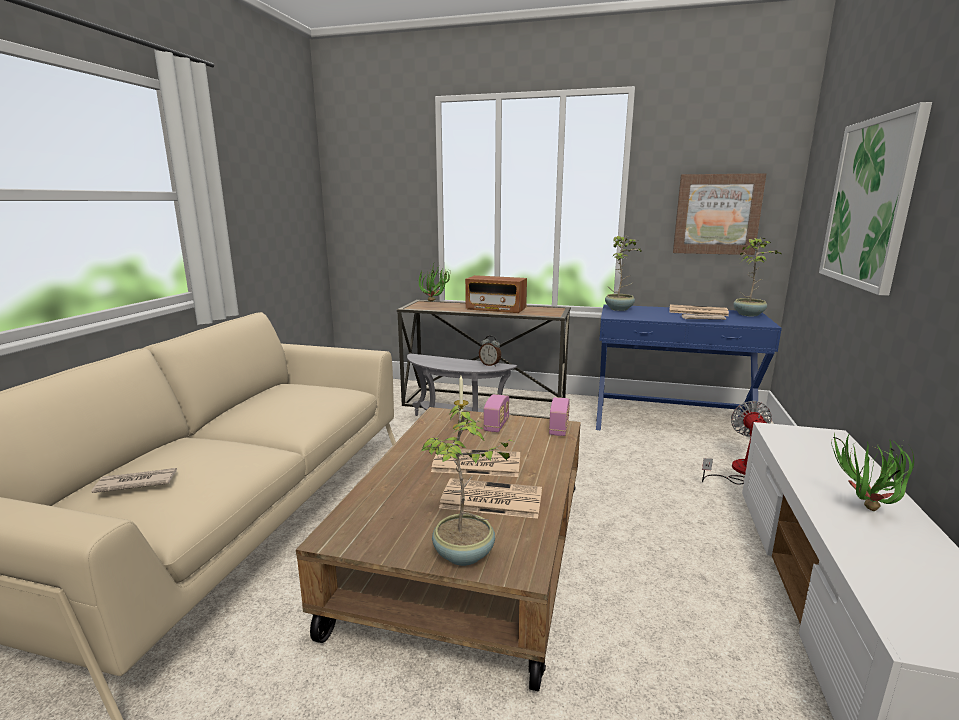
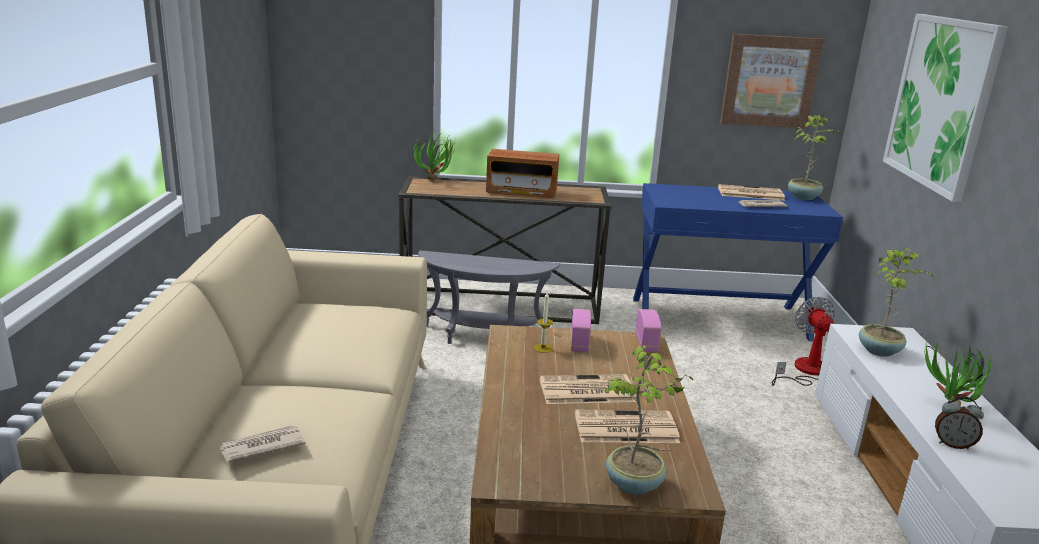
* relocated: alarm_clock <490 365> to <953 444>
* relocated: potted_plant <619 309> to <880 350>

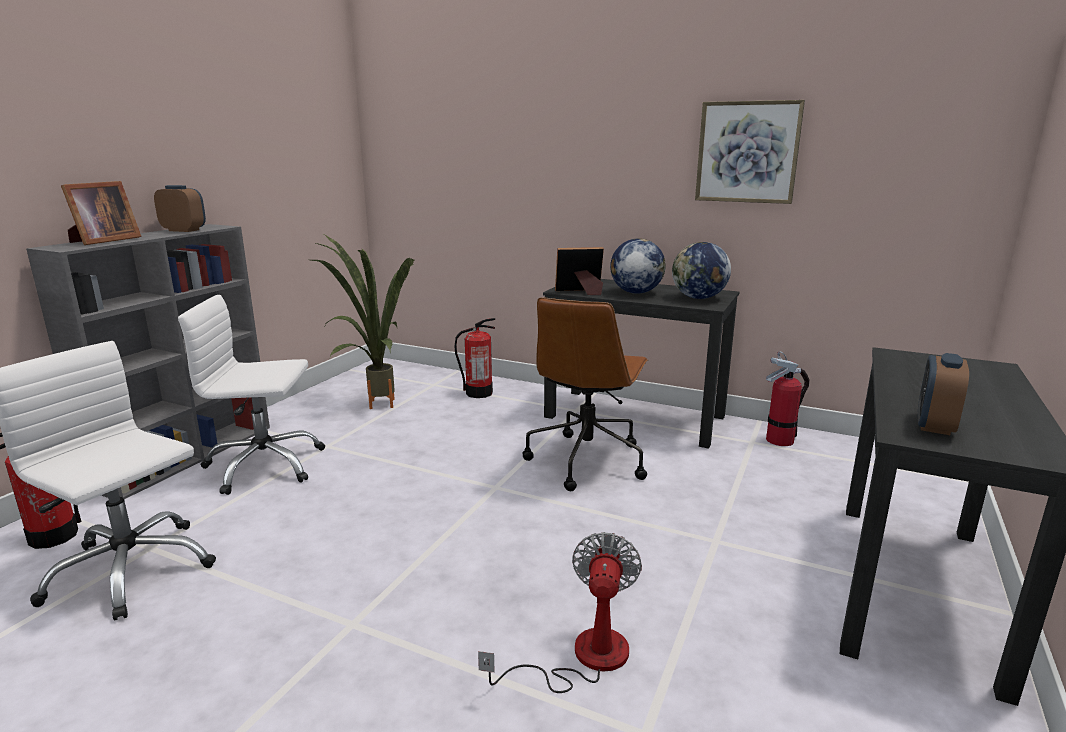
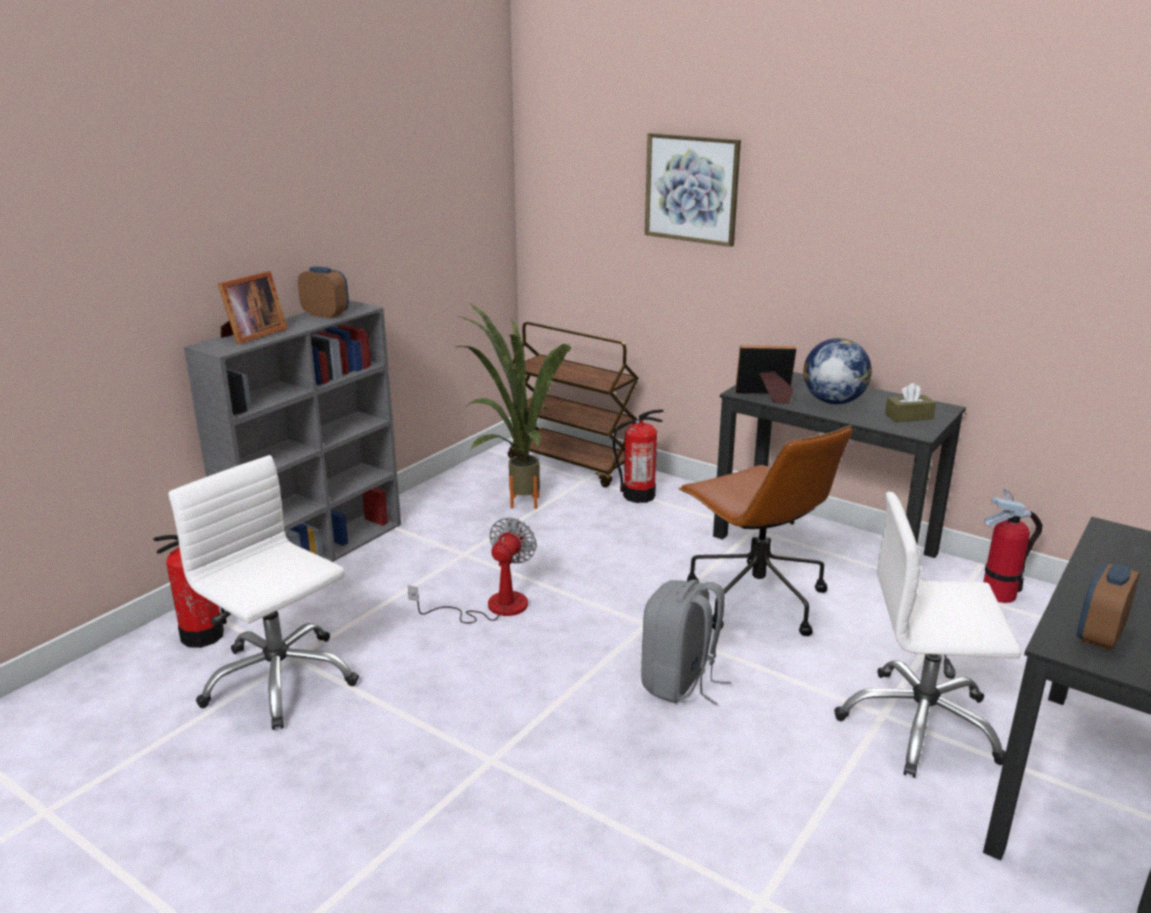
* appeared: brown_cart <573 464>
* appeared: grey_backpack <680 683>
* relocated: white_office_chair <264 465> to <920 725>
* relocated: fan <583 658> to <492 607>
* relocated: picture <747 152> to <692 189>
* exchanged: globe <698 298> to brown_tissue_box <909 416>
* spun: brown_office_chair <586 460> = <755 599> 60 degrees counterclockwise

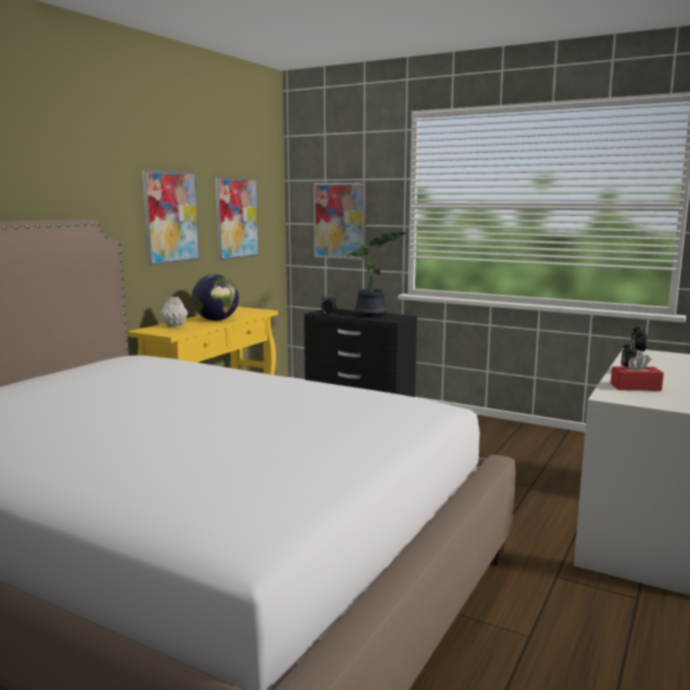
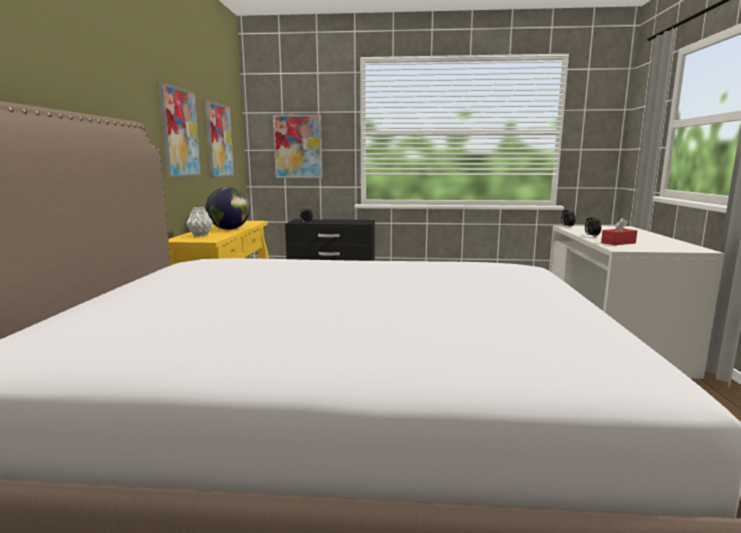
* missing: potted_plant <371 315>

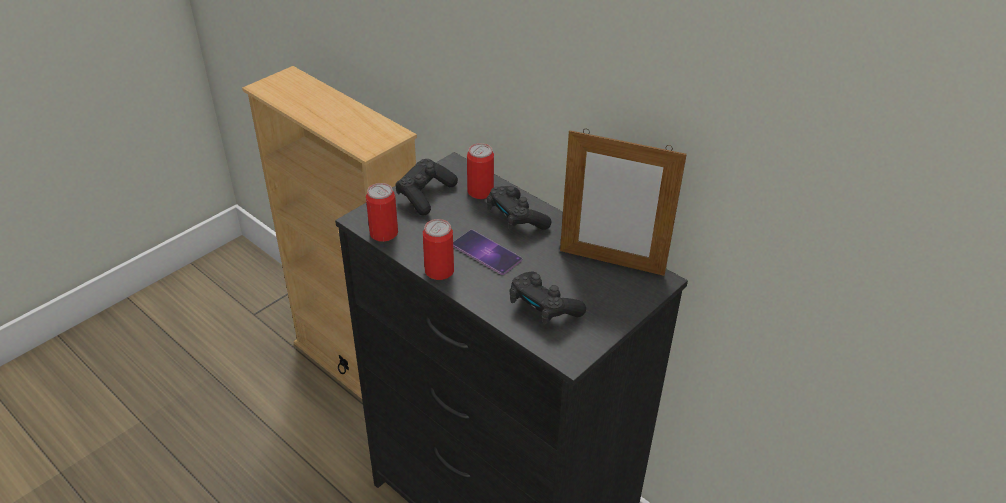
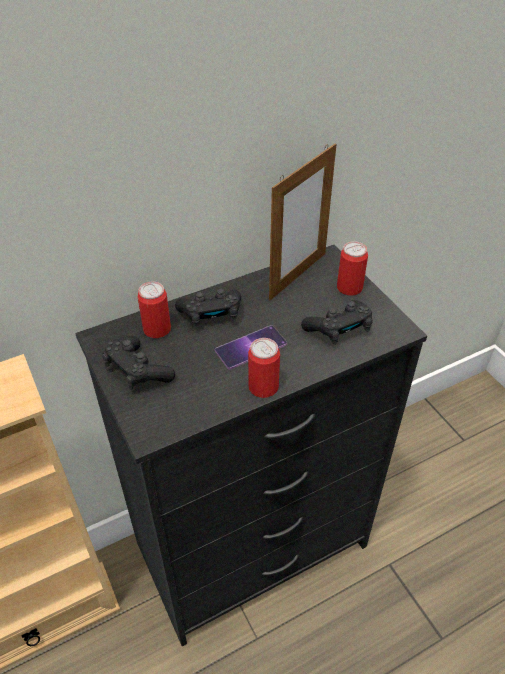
* relocated: can <383 233> to <349 288>

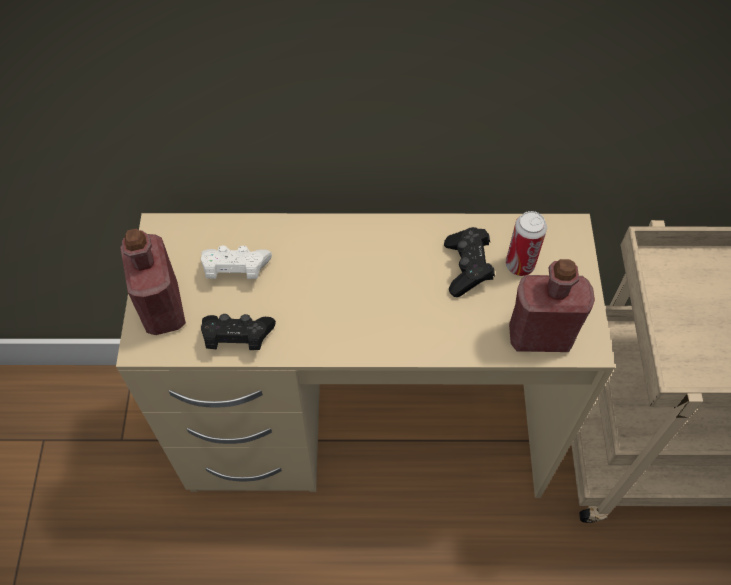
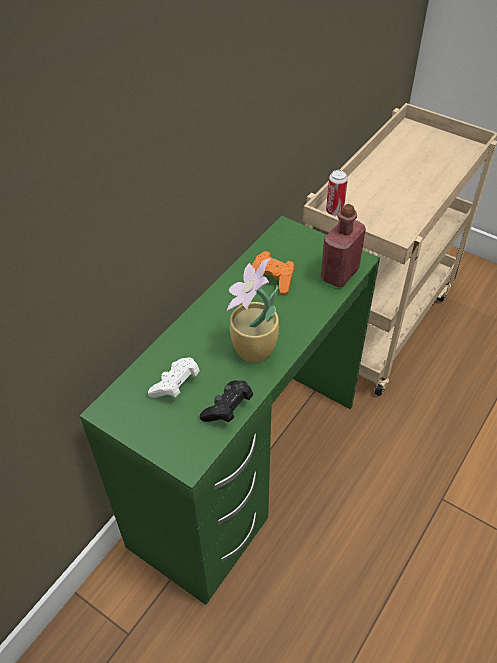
* missing: red_bottle <163 308>
* appeared: potted_plant <253 350>
* relocated: can <519 265> to <334 211>
* colour: beige_desk <366 433> to green_desk <246 470>
* colour: black_game_controller <467 268> to orange_game_controller <272 279>

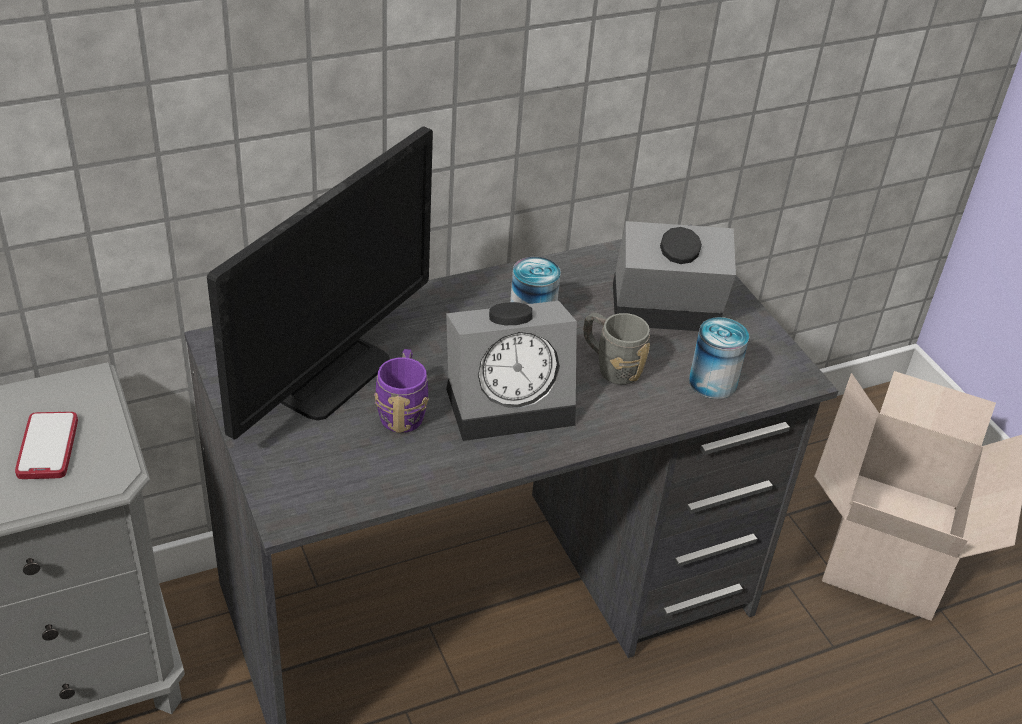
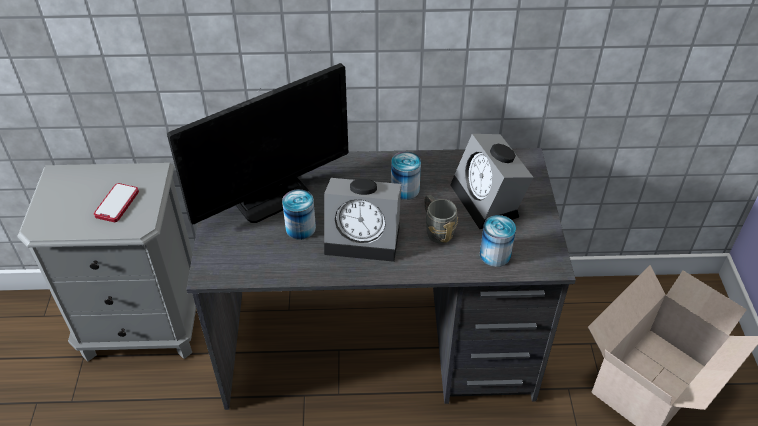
* exchanged: purple_mug <403 410> to can <300 228>
* spun: alarm_clock <661 311> = <489 201> 135 degrees counterclockwise

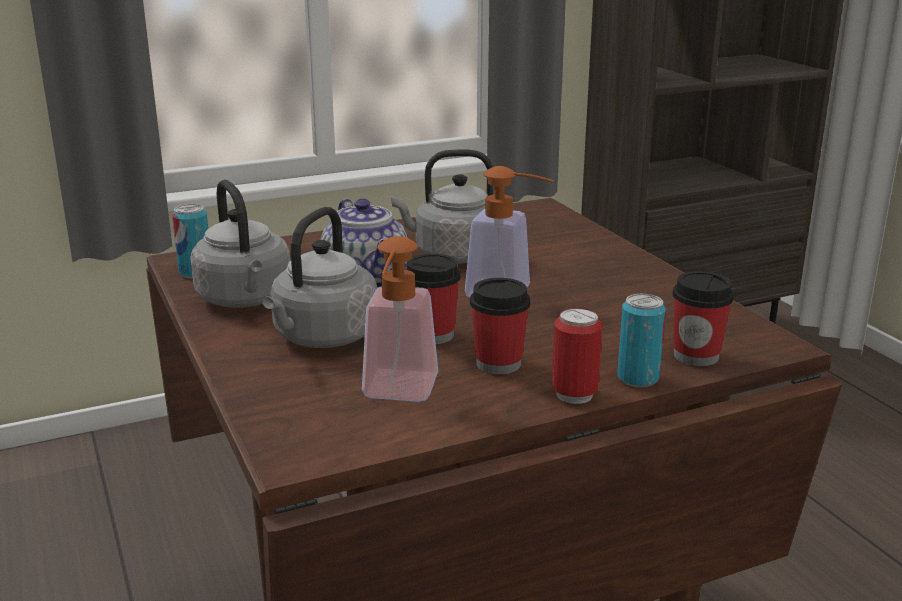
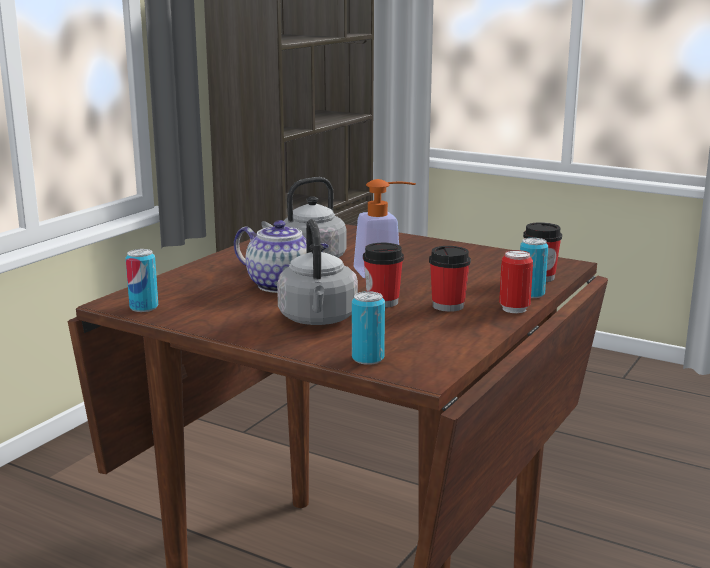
* missing: grey_kettle <245 300>
* missing: soap_dispenser <397 394>
* appeared: can <368 358>

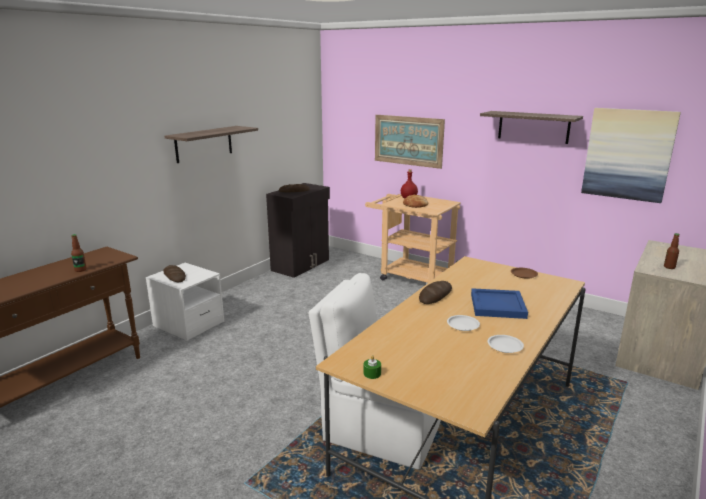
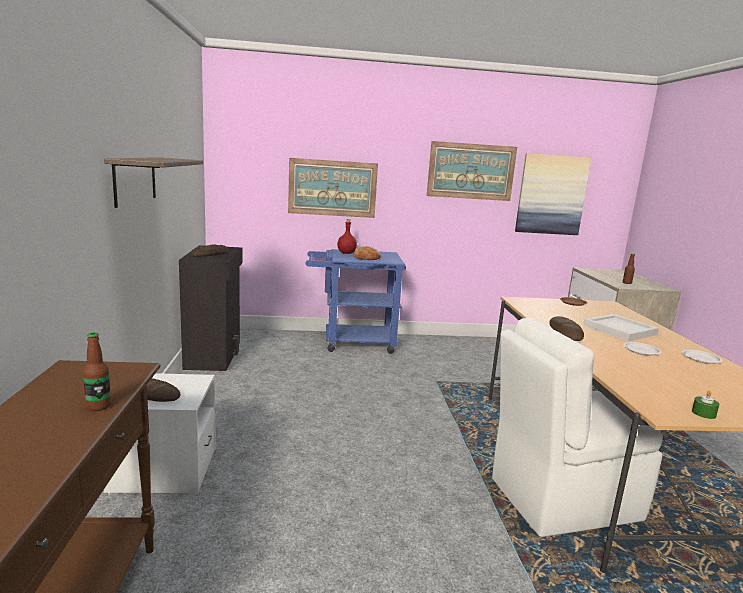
* exchanged: shelf <533 127> to picture <471 171>
* colour: beige_cart <410 276> to blue_cart <352 342>
* colour: blue_tray <496 305> to white_tray <618 330>

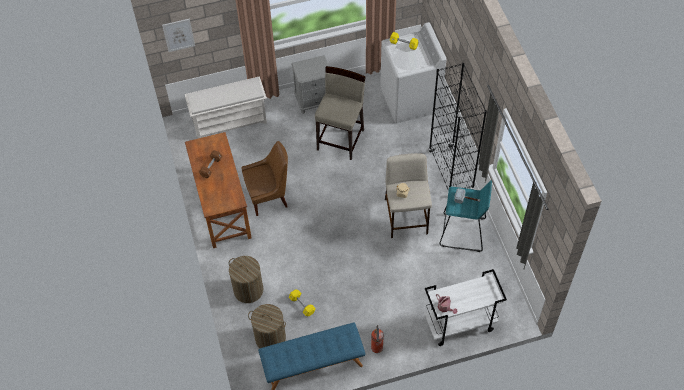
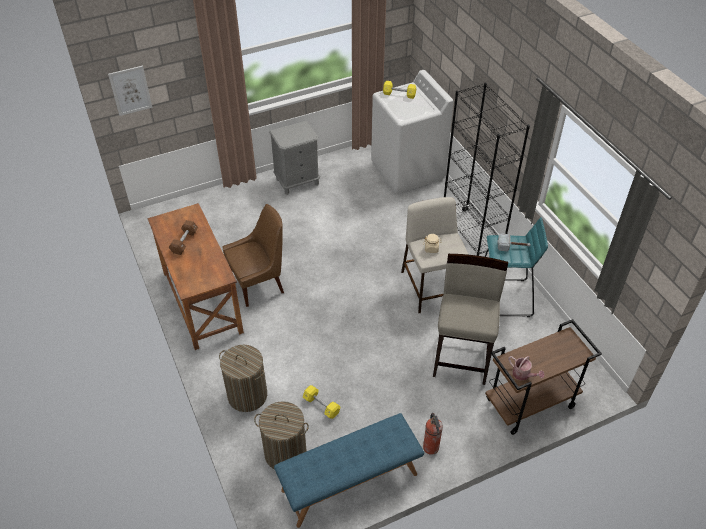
* missing: white_shoe_rack <230 121>
* relocated: beige_stool <341 139> to <462 358>
* colour: white_cart <459 324> to brown_cart <530 404>

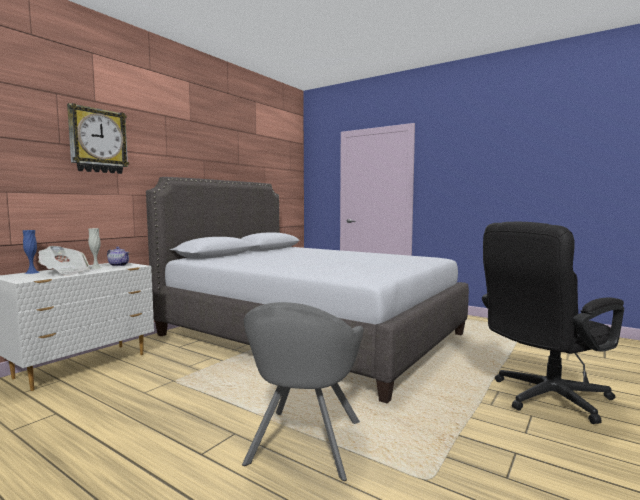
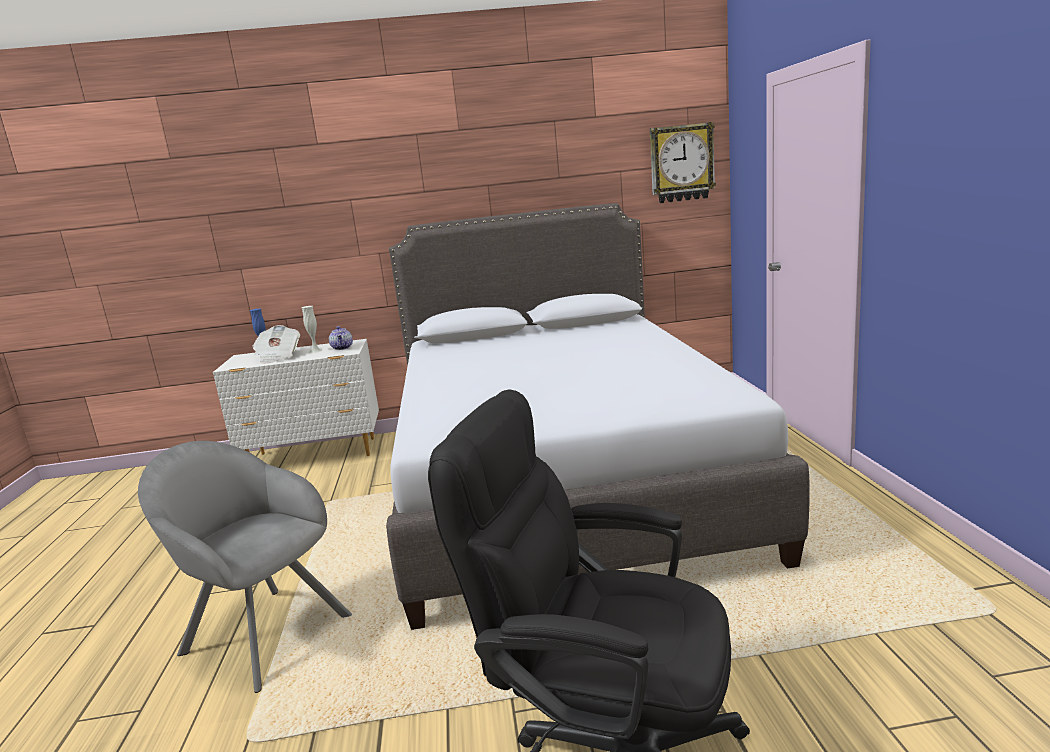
* relocated: wall_clock <98 141> to <681 163>
* spun: grey_armchair <304 446> = <261 632> 60 degrees clockwise

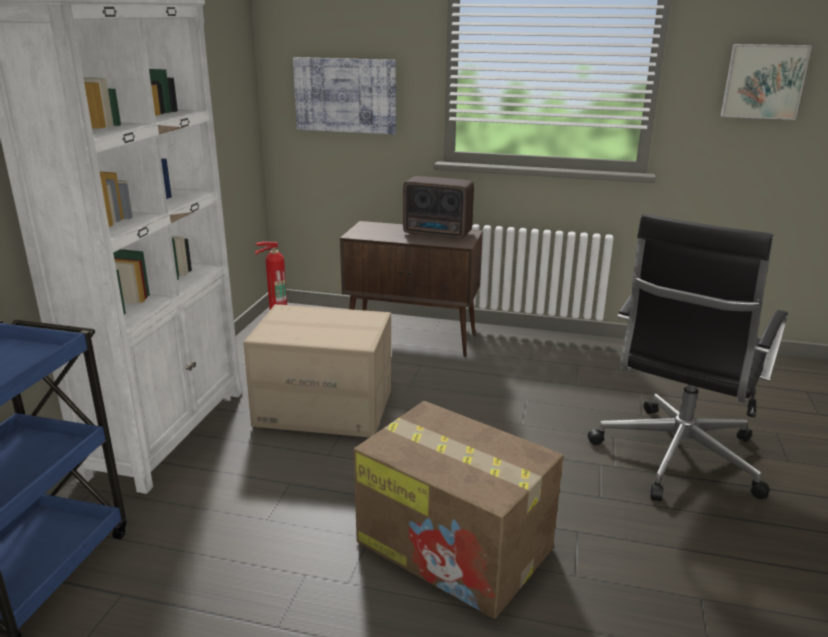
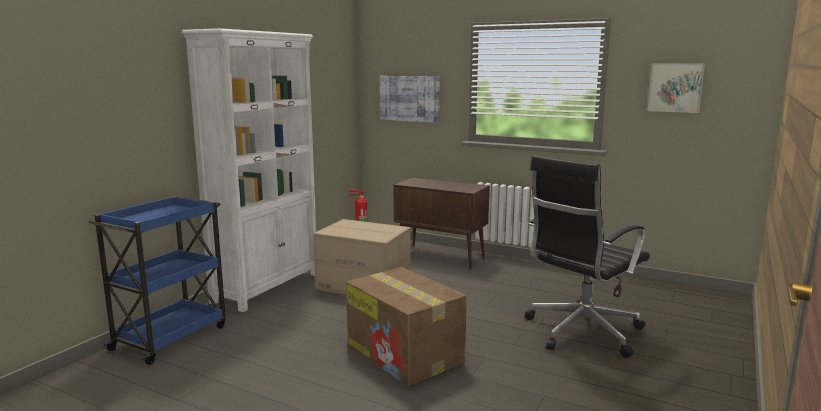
* missing: radio <438 233>

